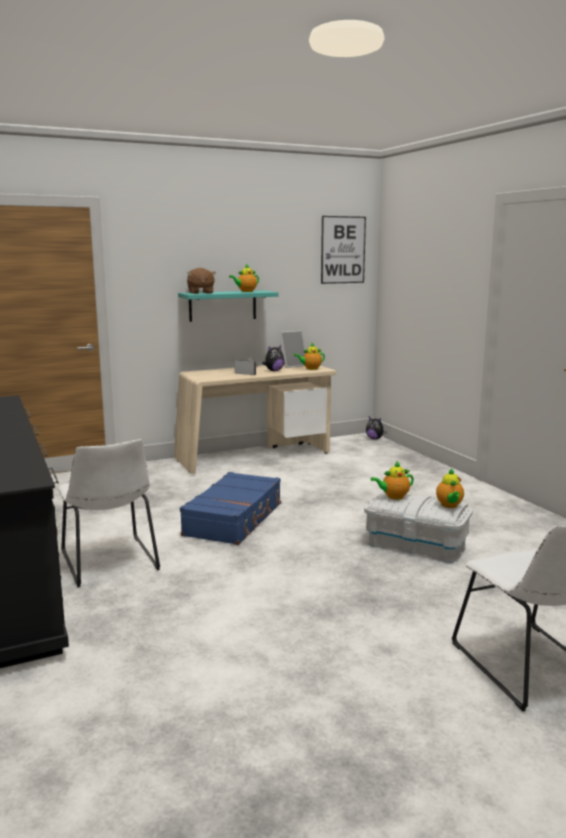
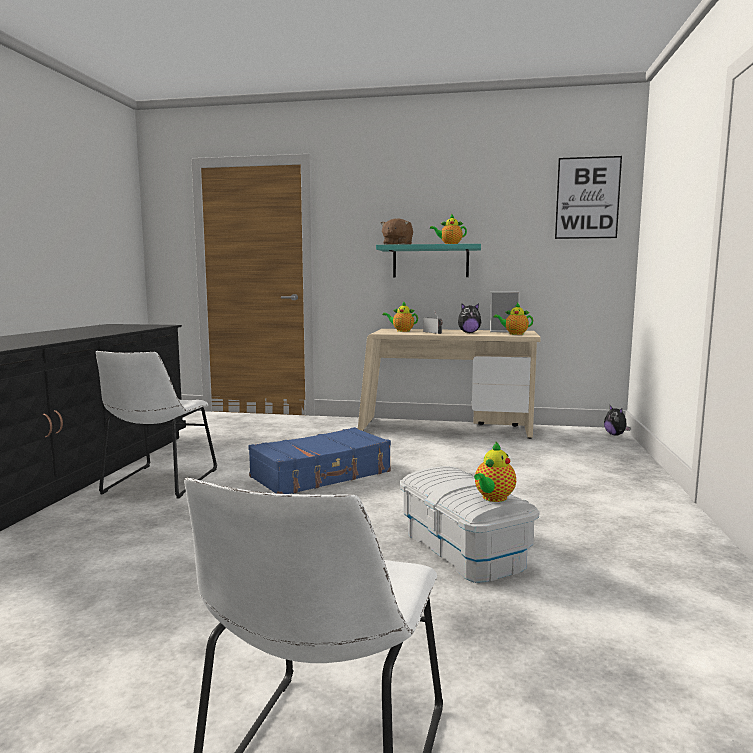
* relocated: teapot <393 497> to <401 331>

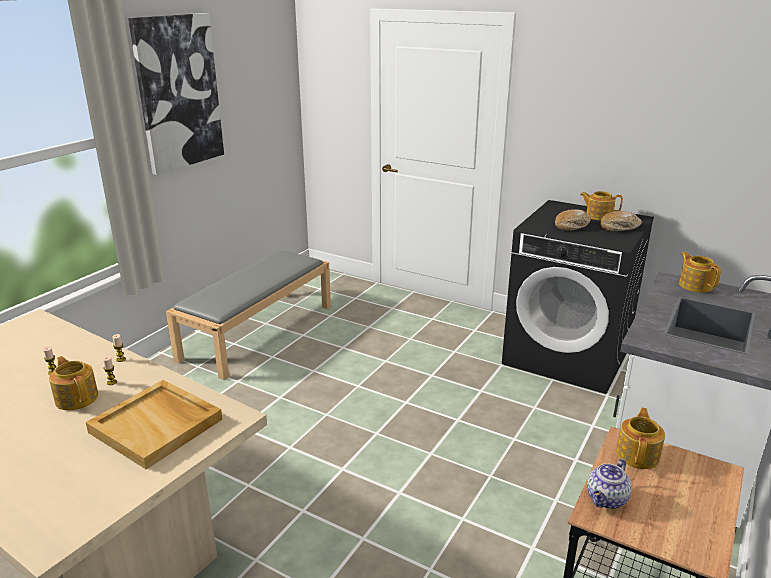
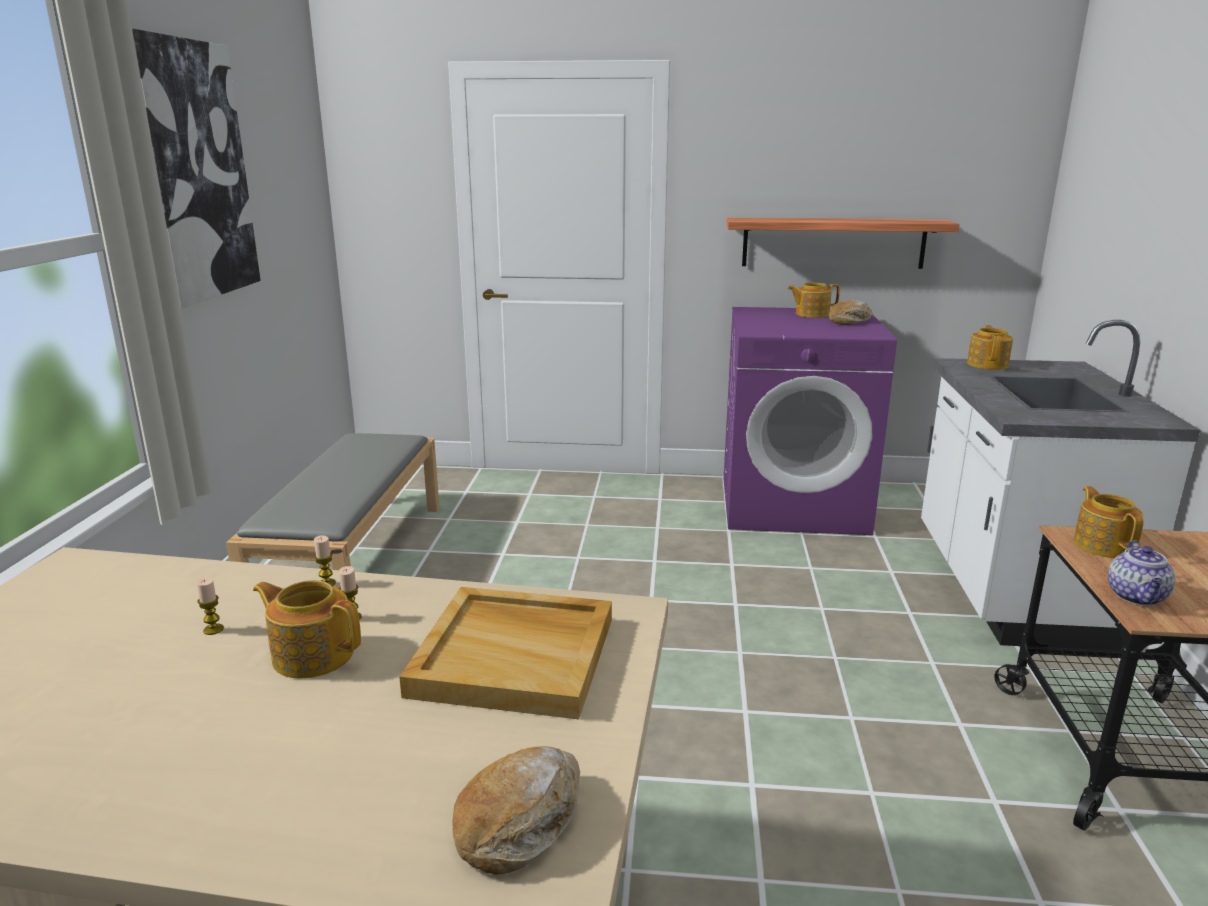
* appeared: shelf <833 243>
* relocated: bread <572 226> to <520 821>
* colour: black_washing_machine <567 356> to purple_washing_machine <793 505>
* spun: teapot <695 285> = <988 364> 60 degrees clockwise

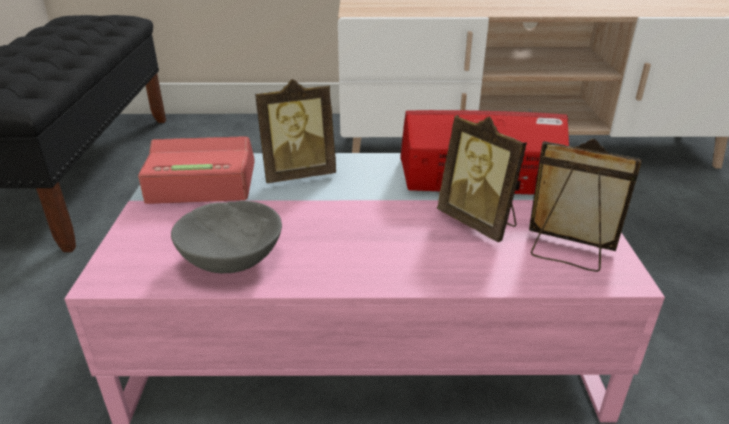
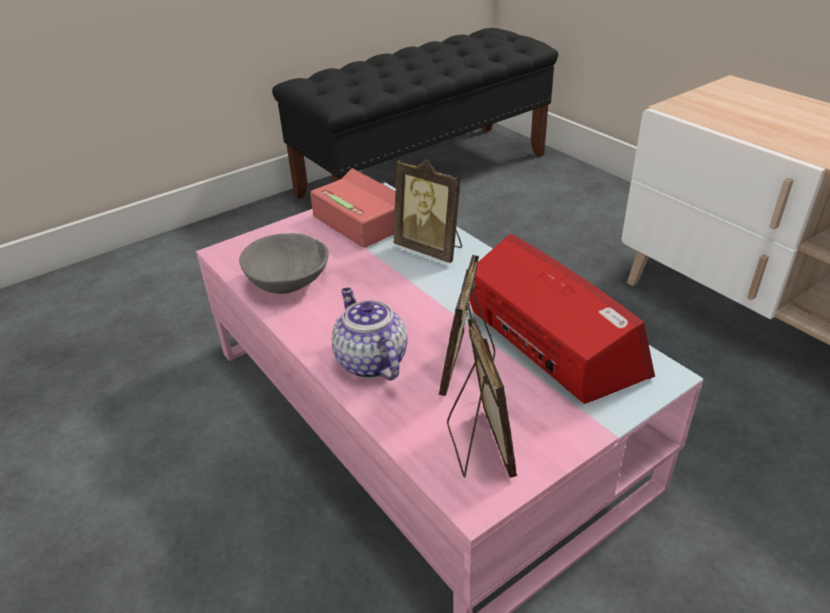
* appeared: teapot <370 361>

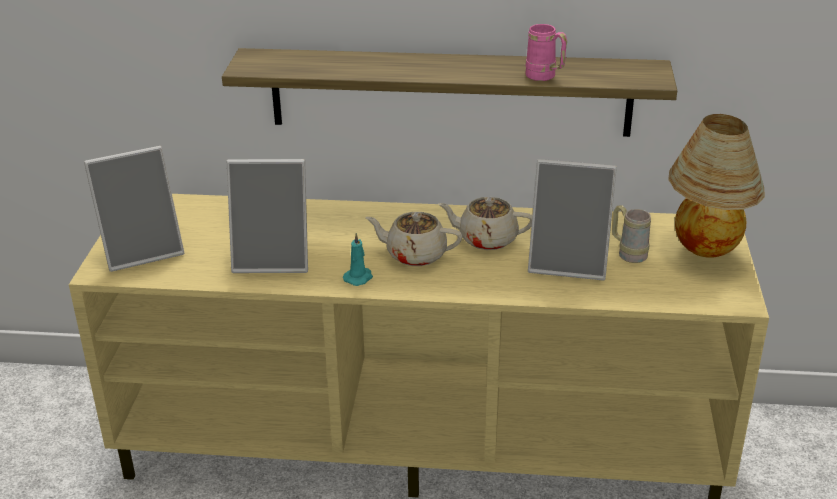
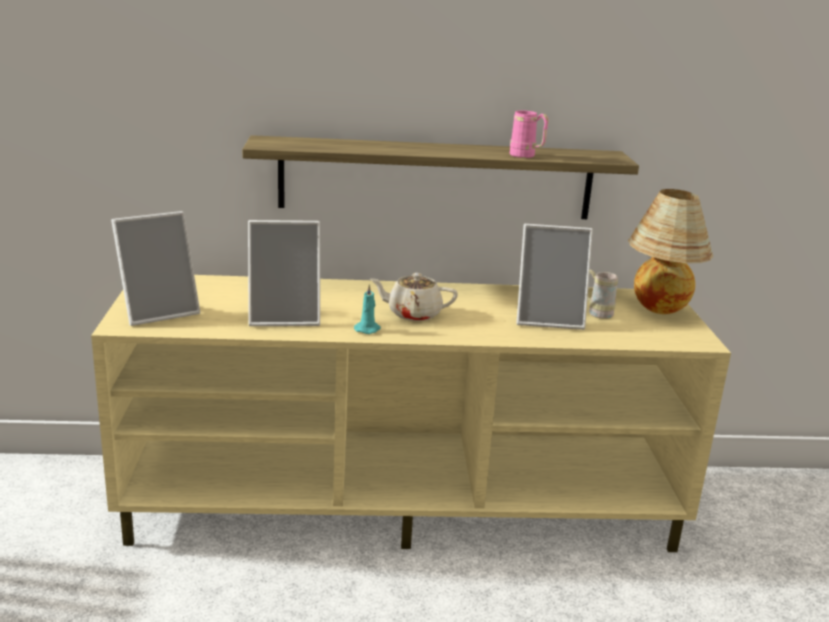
* missing: beige_teapot <486 239>

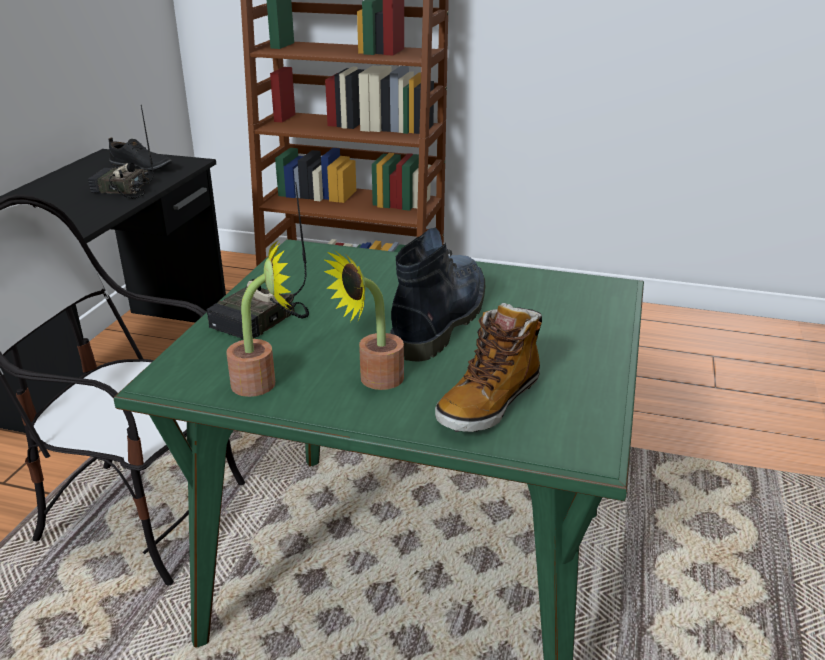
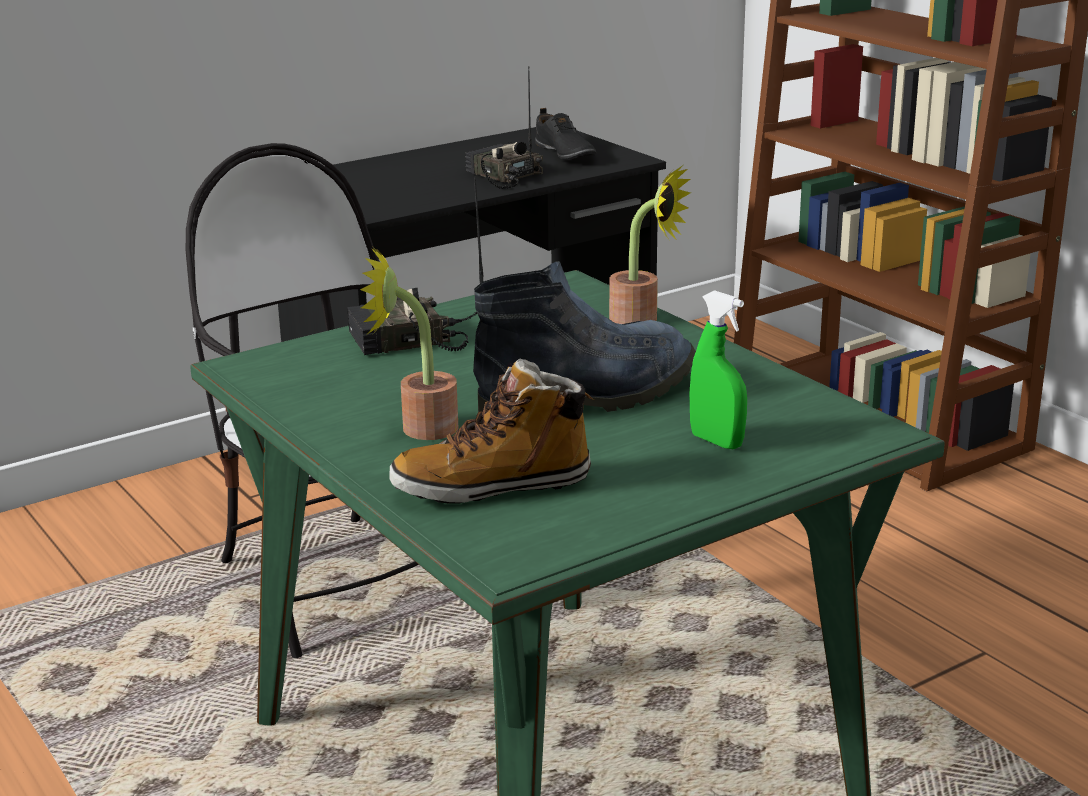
* appeared: green_spray_bottle <716 441>
* relocated: potted_plant <263 382> to <643 320>

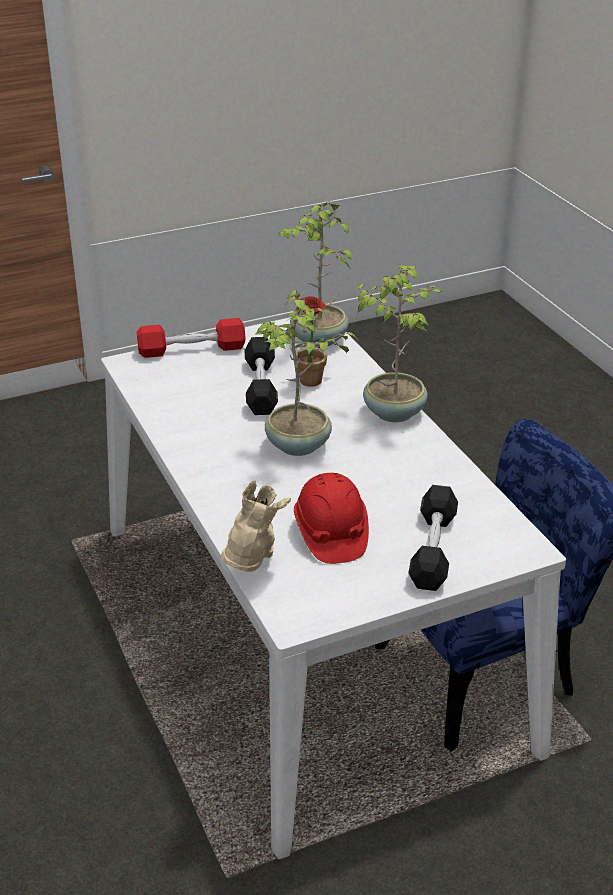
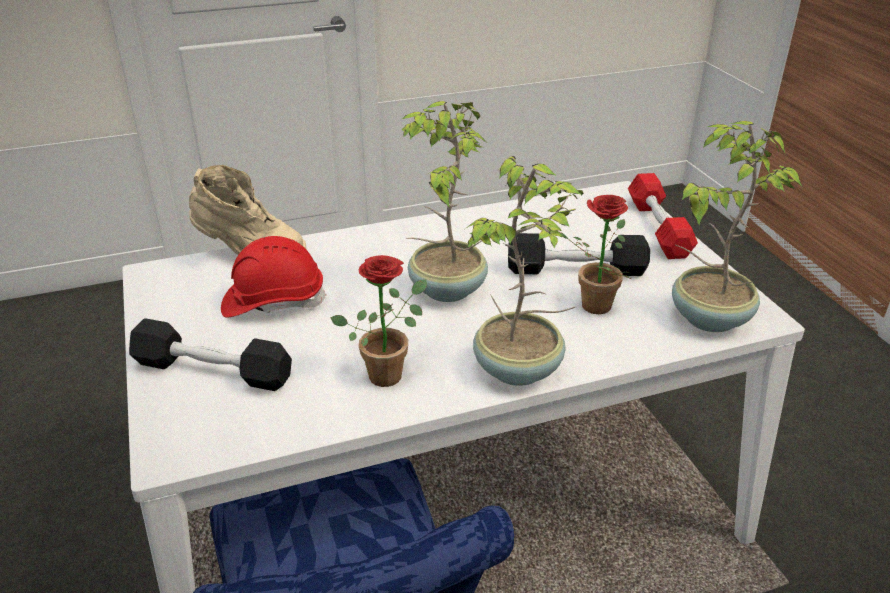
* appeared: potted_plant <389 371>

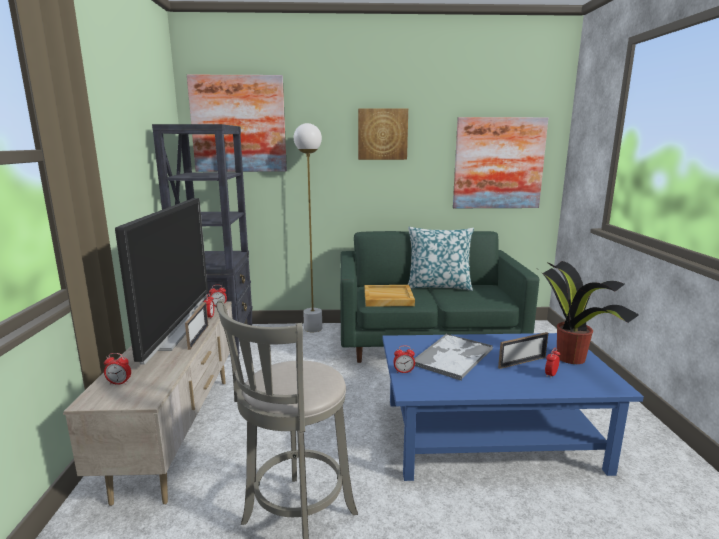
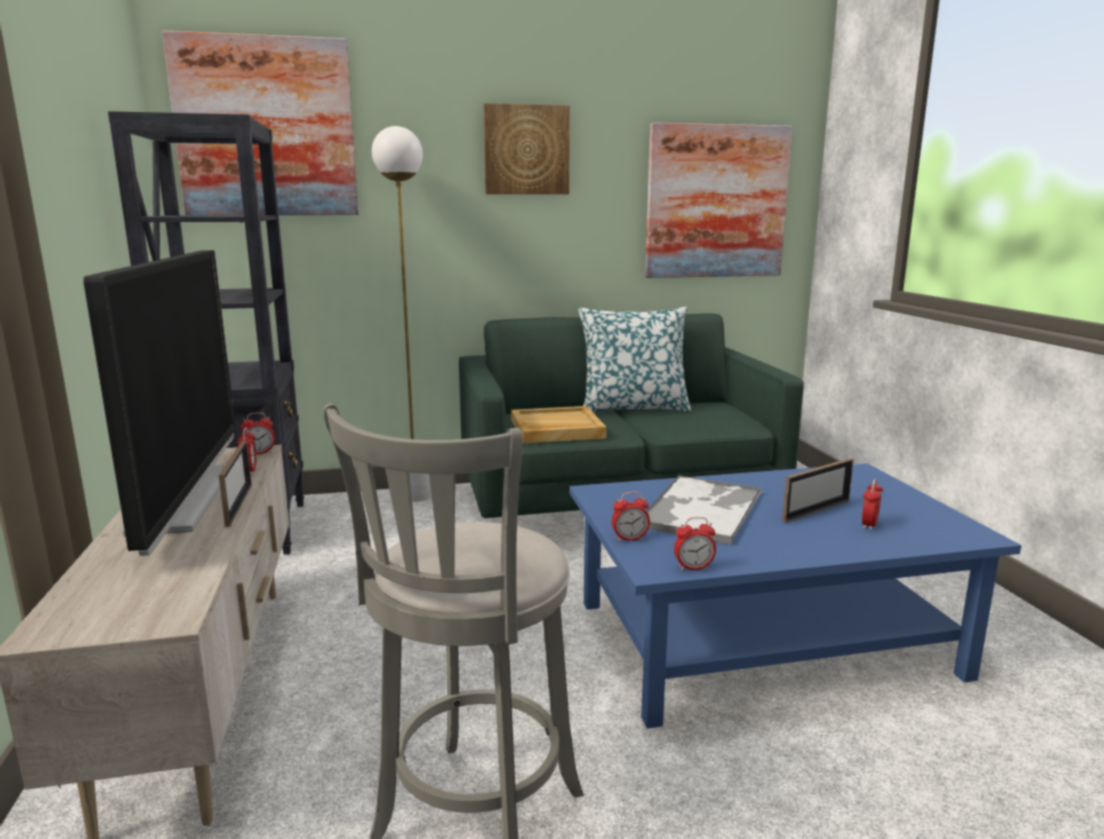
* missing: potted_plant <571 359>
* relocated: alarm_clock <119 383> to <693 568>

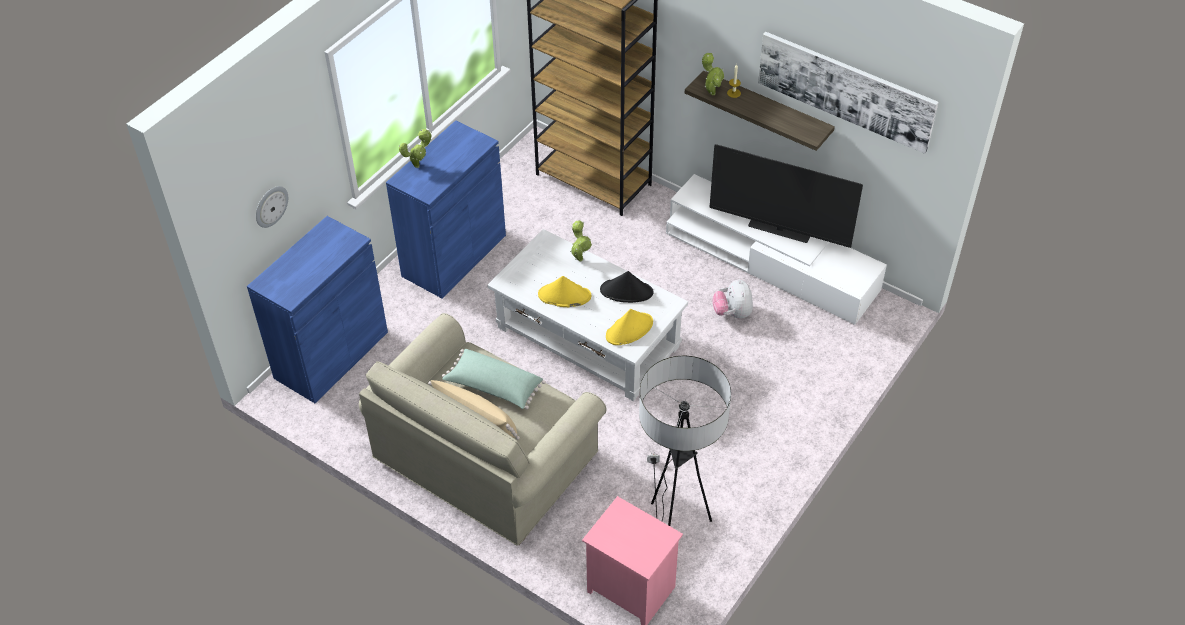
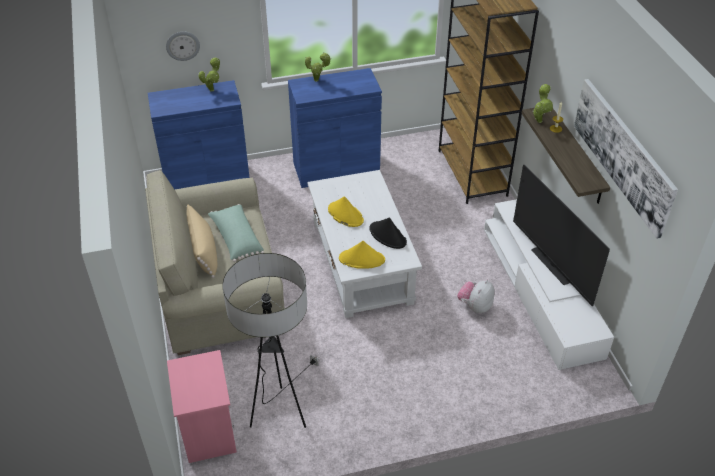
* relocated: potted_plant <579 258> to <212 89>

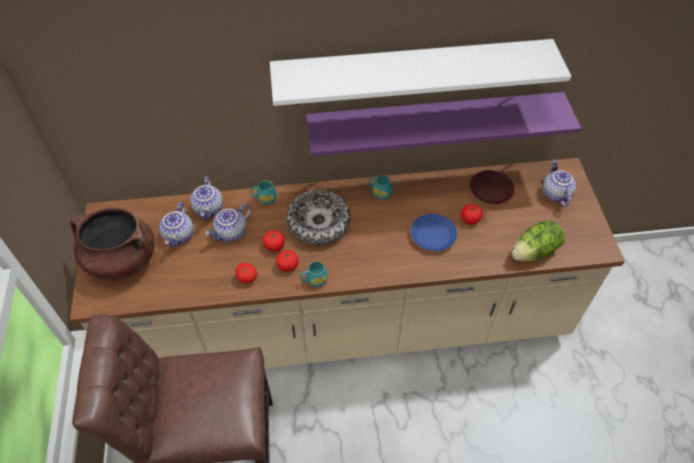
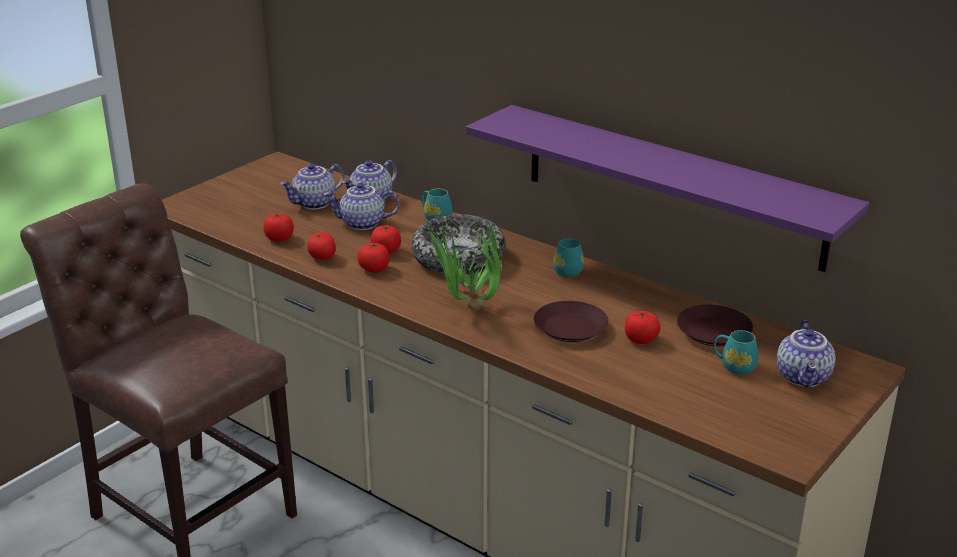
* missing: brown_cooking_pot <121 260>
* missing: white_shelf <411 72>
* missing: lettuce <535 252>
* appeared: tomato <279 238>
* appeared: potted_plant <467 313>
* relocated: turquoise_mug <314 280> to <734 366>
* colour: blue_plate <433 235> to brown_plate <571 328>
* spun: teapot <555 194> = <804 377> 150 degrees clockwise

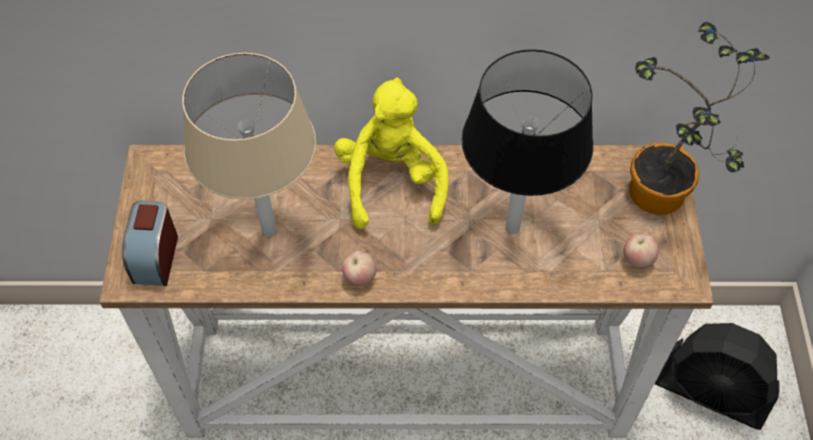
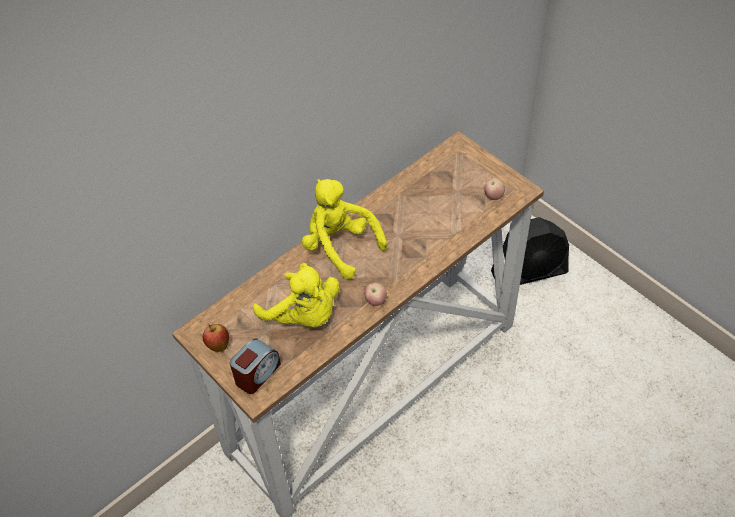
* missing: black_table_lamp <512 227>
* missing: potted_plant <660 199>
* appeared: apple <218 344>
* exchanged: beige_table_lamp <268 231> to yellow_plush_toy <304 315>
* spun: alarm_clock <155 257> = <257 374> 105 degrees counterclockwise

